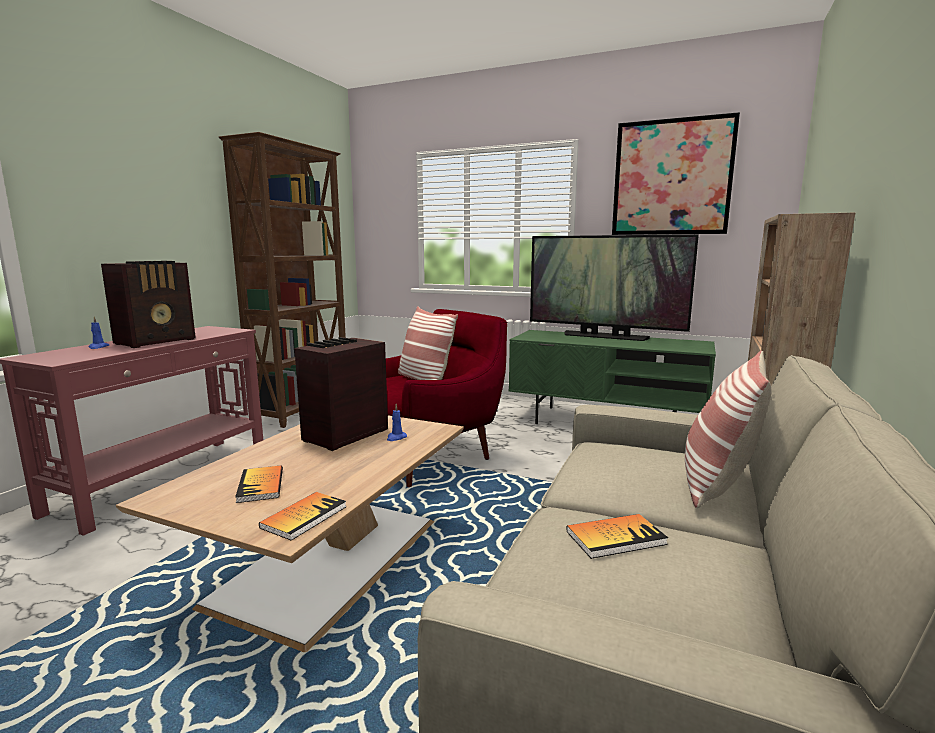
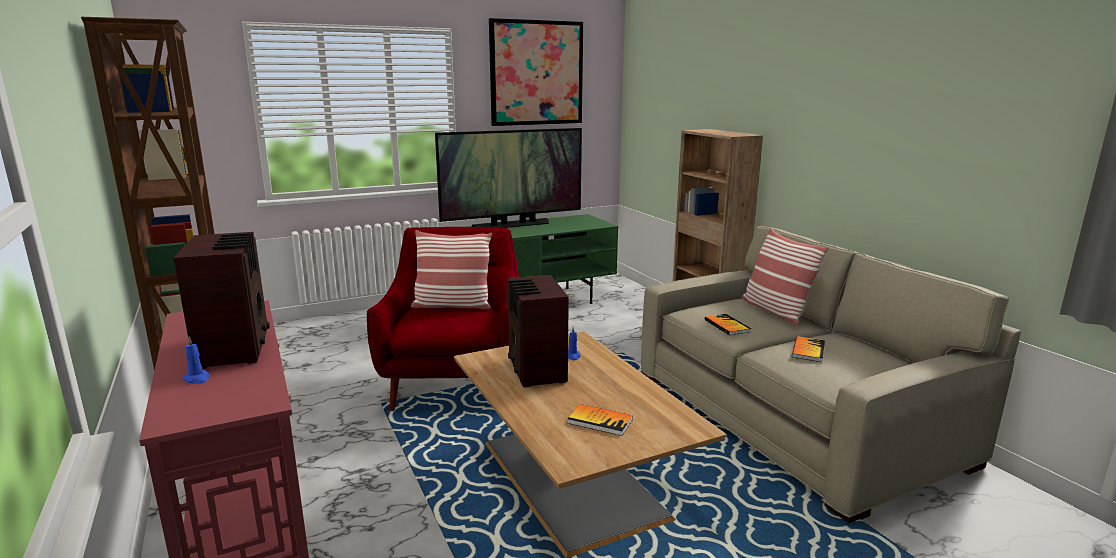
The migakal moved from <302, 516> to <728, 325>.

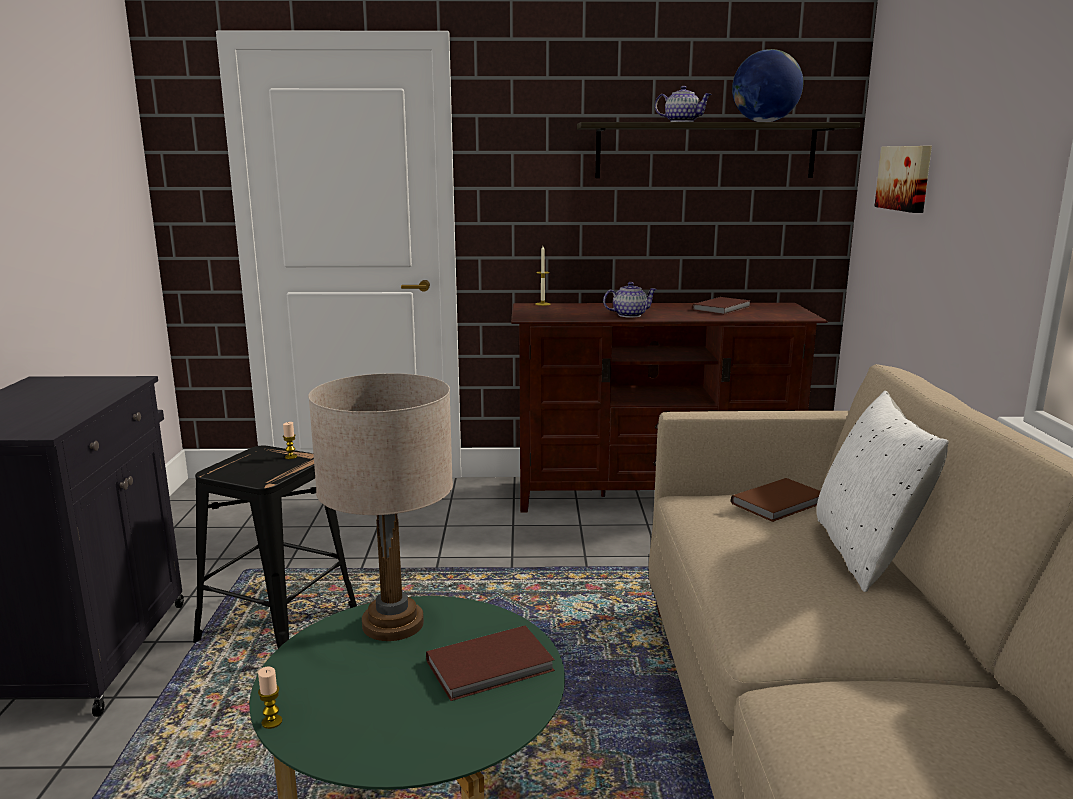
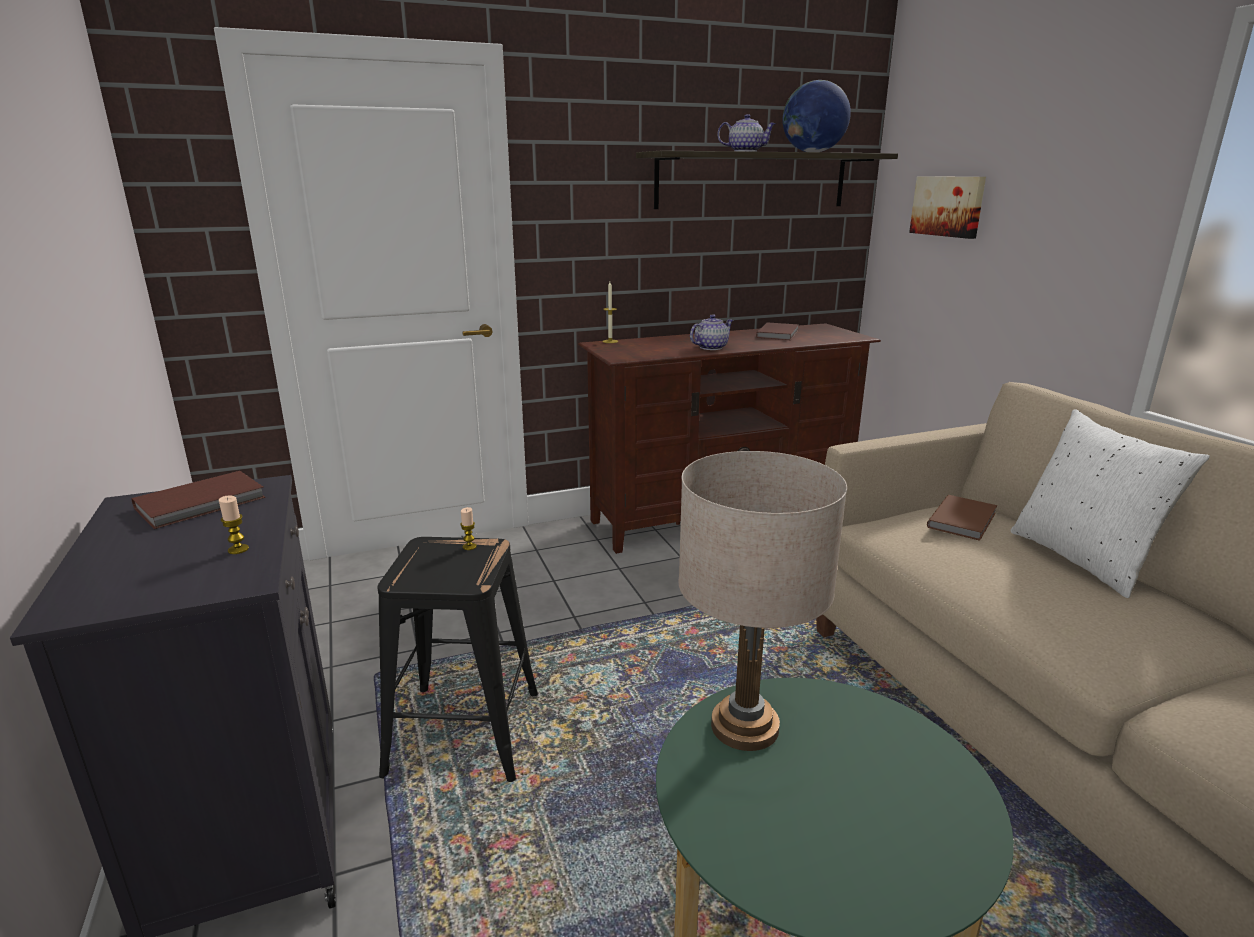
The brown_migakal moved from <490, 663> to <198, 500>.
The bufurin moved from <270, 698> to <234, 524>.

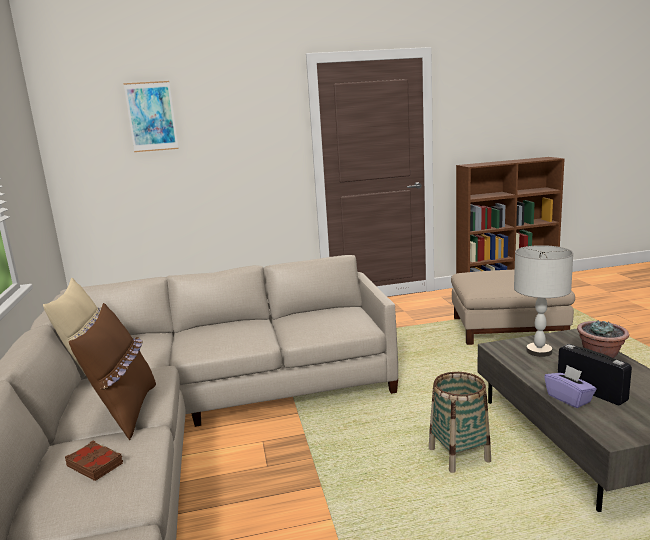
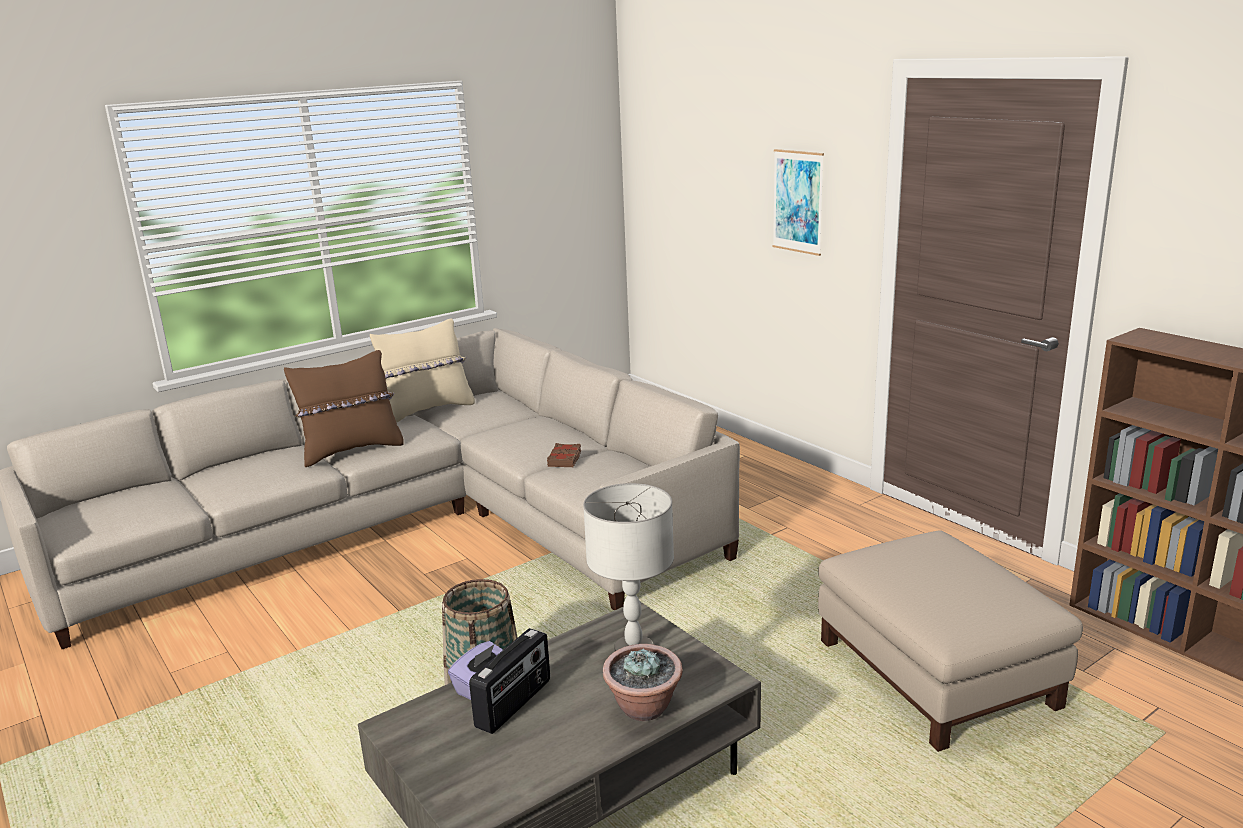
The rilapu moved from <150, 116> to <798, 202>.
The brown_migakal moved from <94, 461> to <564, 455>.

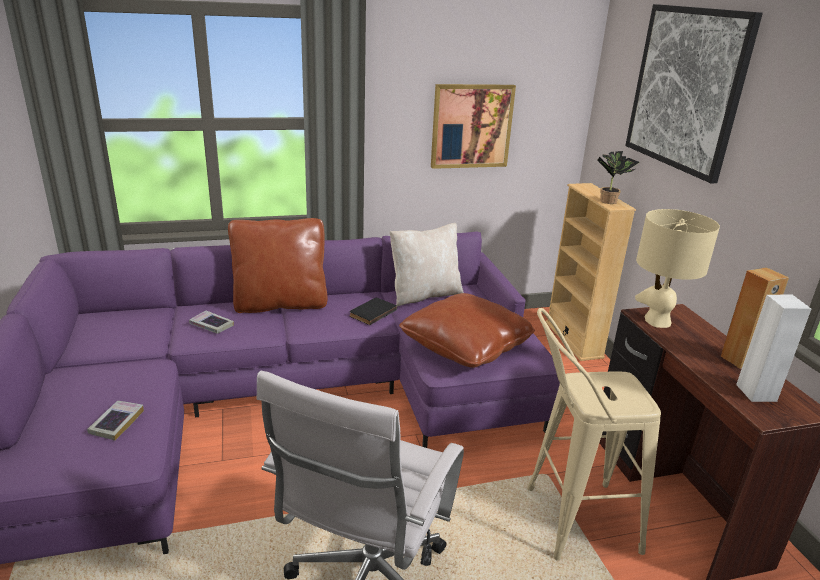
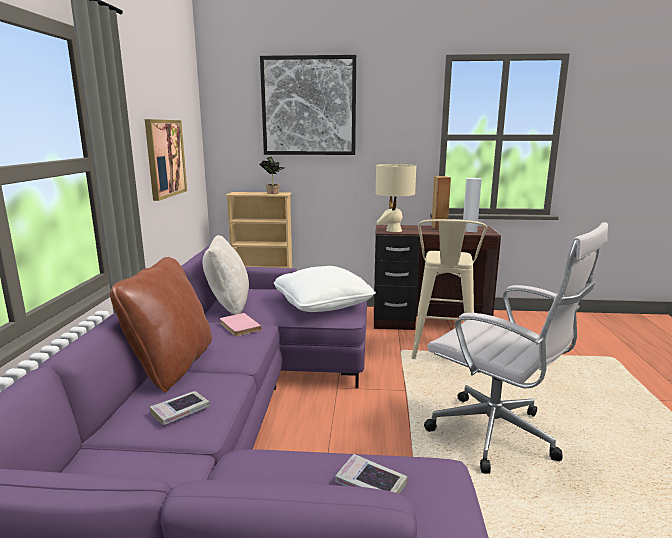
The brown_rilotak at <467, 330> became the white_rilotak at <325, 289>.
The black_migakal at <373, 311> became the pink_migakal at <241, 324>.

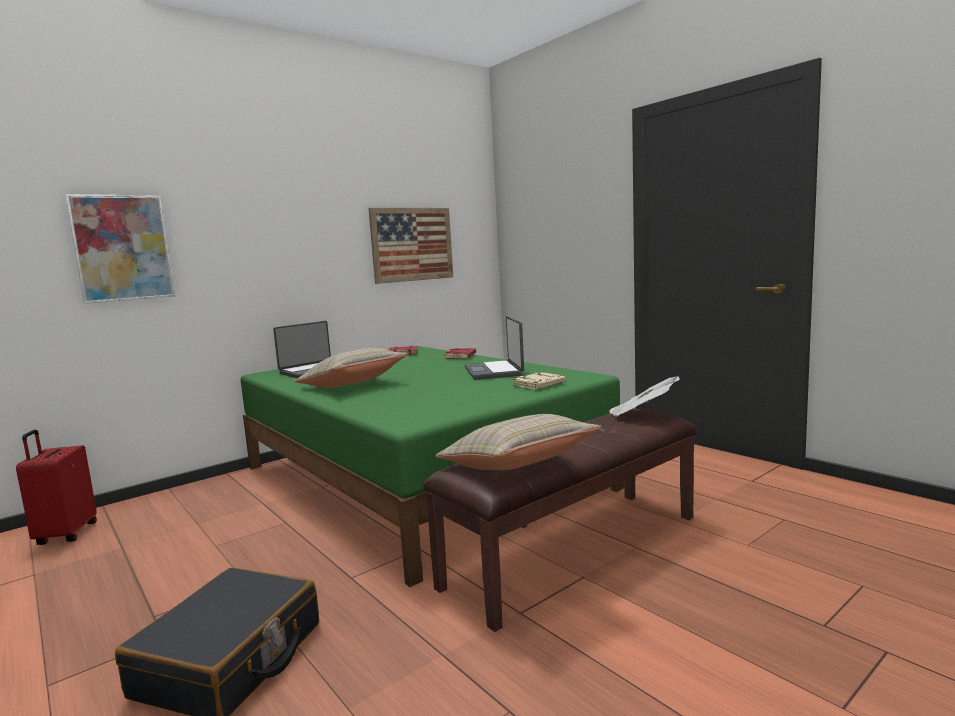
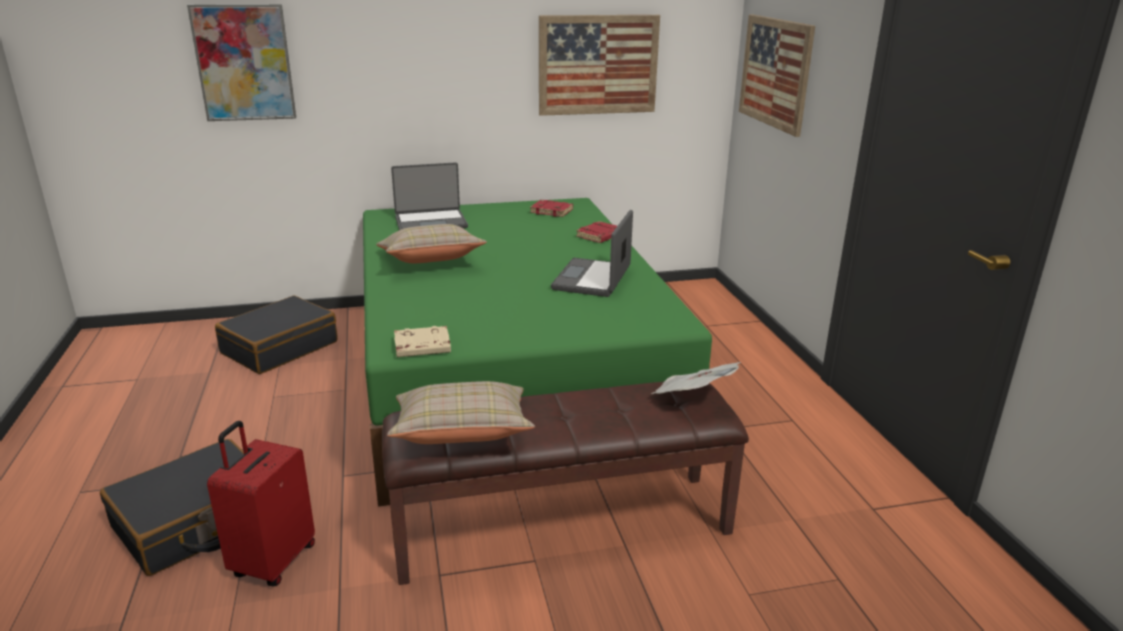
The beige_migakal moved from <539, 381> to <422, 341>.
The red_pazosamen moved from <56, 487> to <261, 503>.
The rilapu at <777, 75> appeared.
The black_pazosamen at <276, 335> appeared.

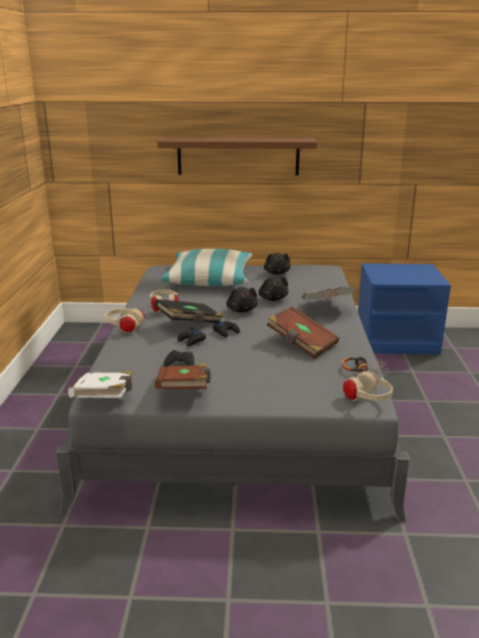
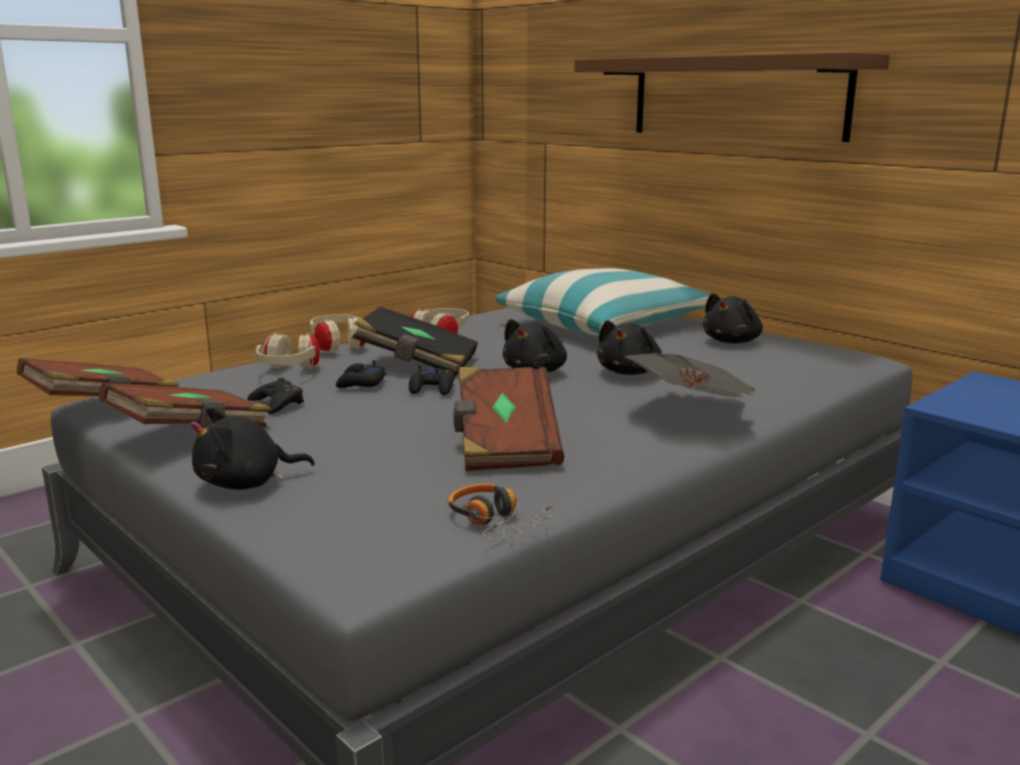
The white_migakal at <100, 384> became the brown_migakal at <98, 377>.
The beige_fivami moved from <368, 386> to <288, 351>.
The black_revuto at <253, 448> appeared.

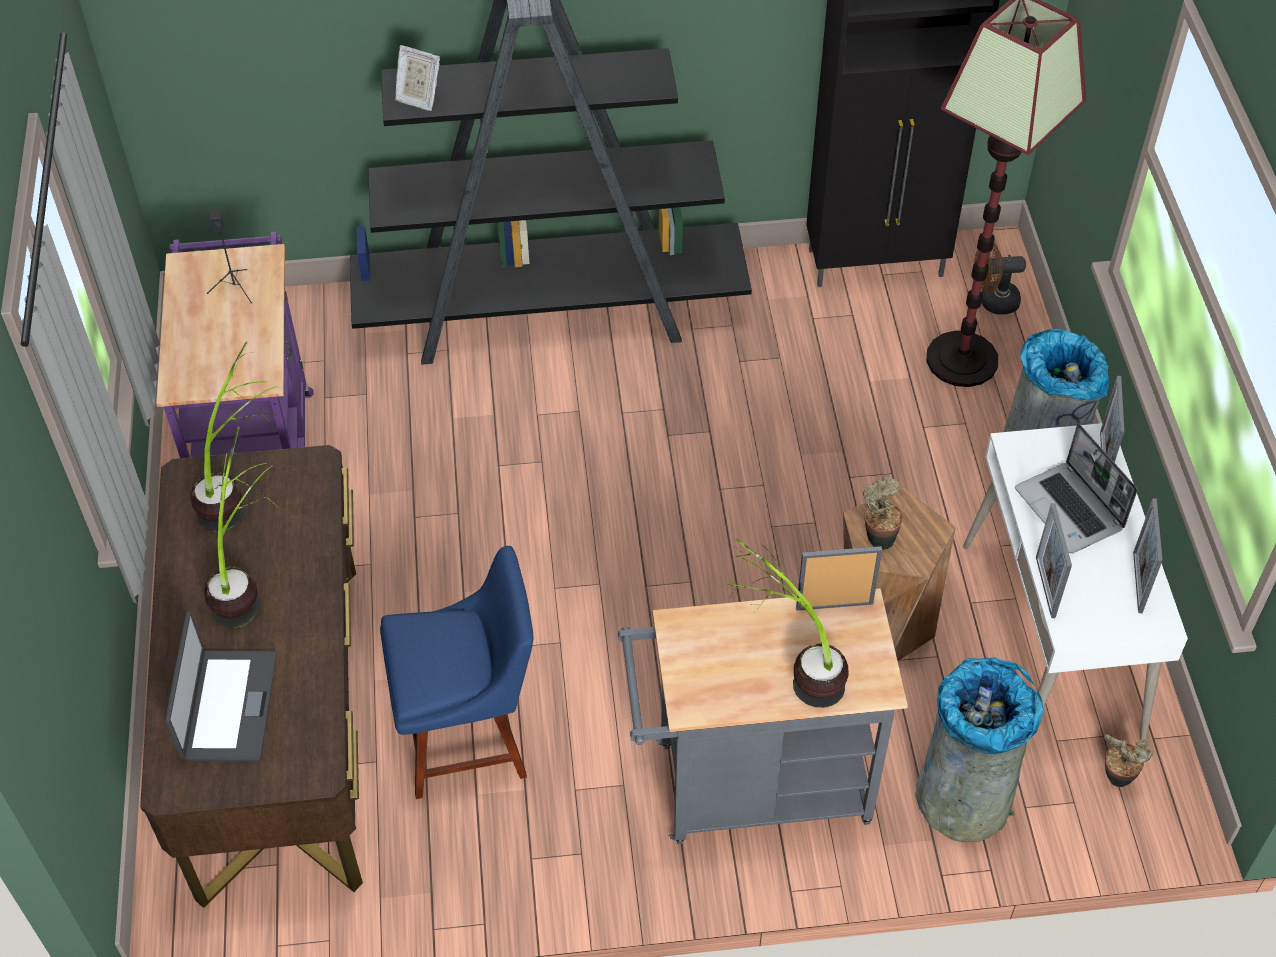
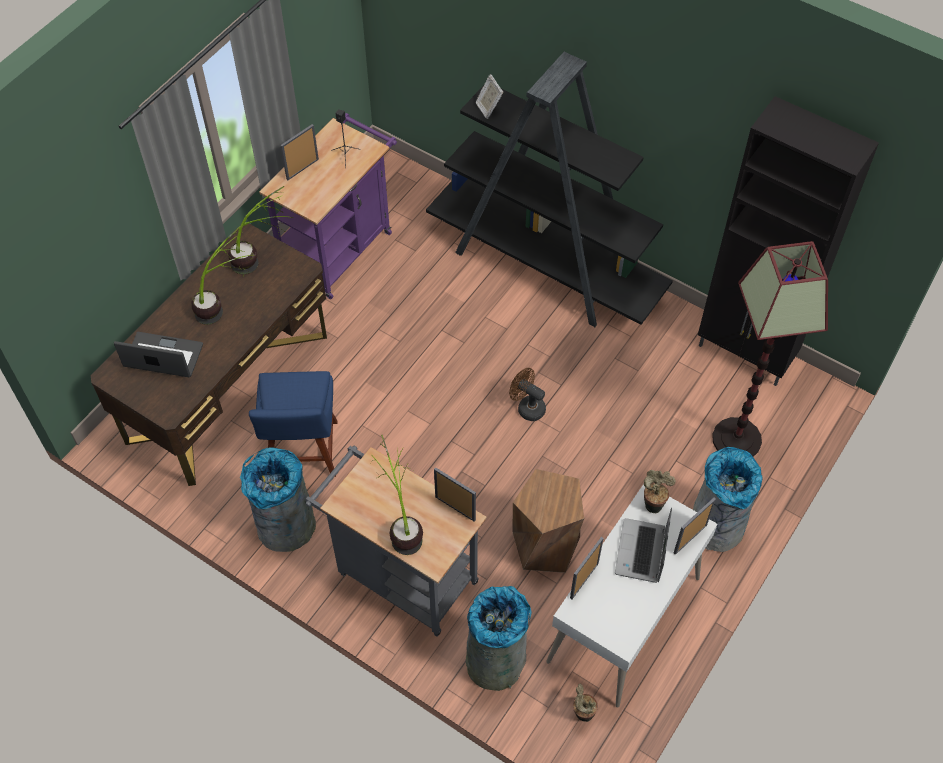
The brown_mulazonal moved from <1000, 279> to <527, 394>.
The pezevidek moved from <883, 512> to <660, 491>.
The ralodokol moved from <1148, 555> to <299, 152>.
The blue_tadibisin at <456, 672> turned 60 degrees clockwise.
The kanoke at <221, 686> turned 120 degrees counterclockwise.
The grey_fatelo at <278, 499> appeared.

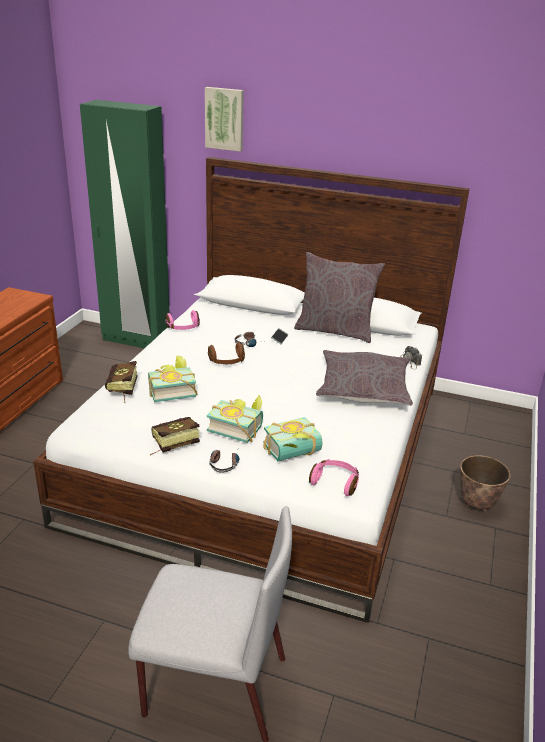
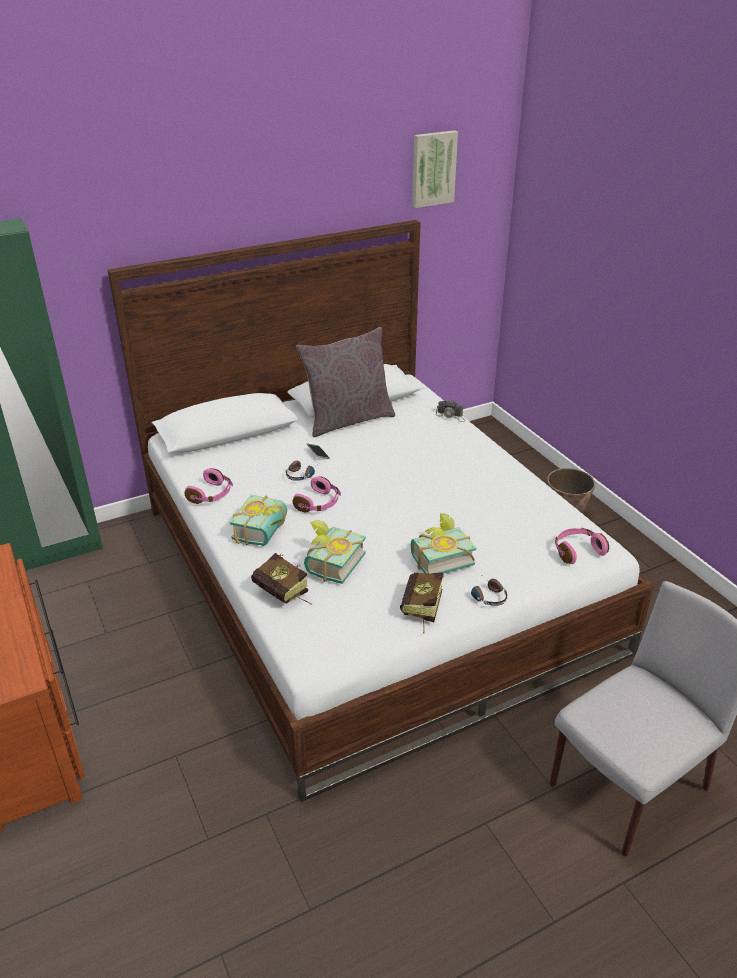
The rilapu moved from <224, 119> to <435, 169>.
The brown_fivami at <226, 353> became the pink_fivami at <317, 494>.
The grey_rilotak at <364, 378> disappeared.
The migakal moved from <292, 439> to <258, 520>.

